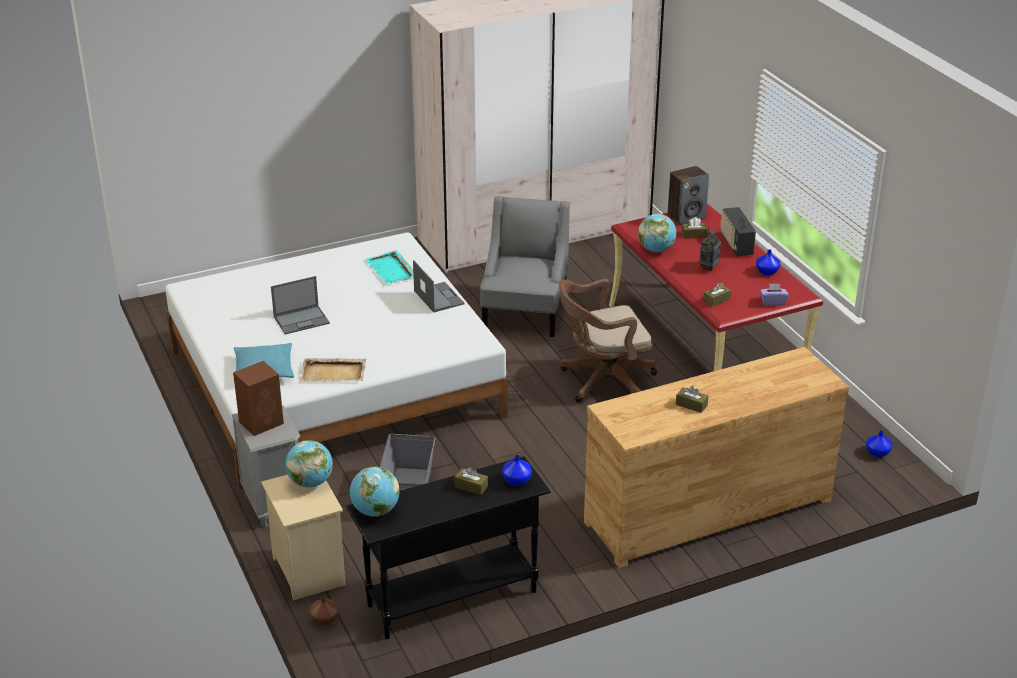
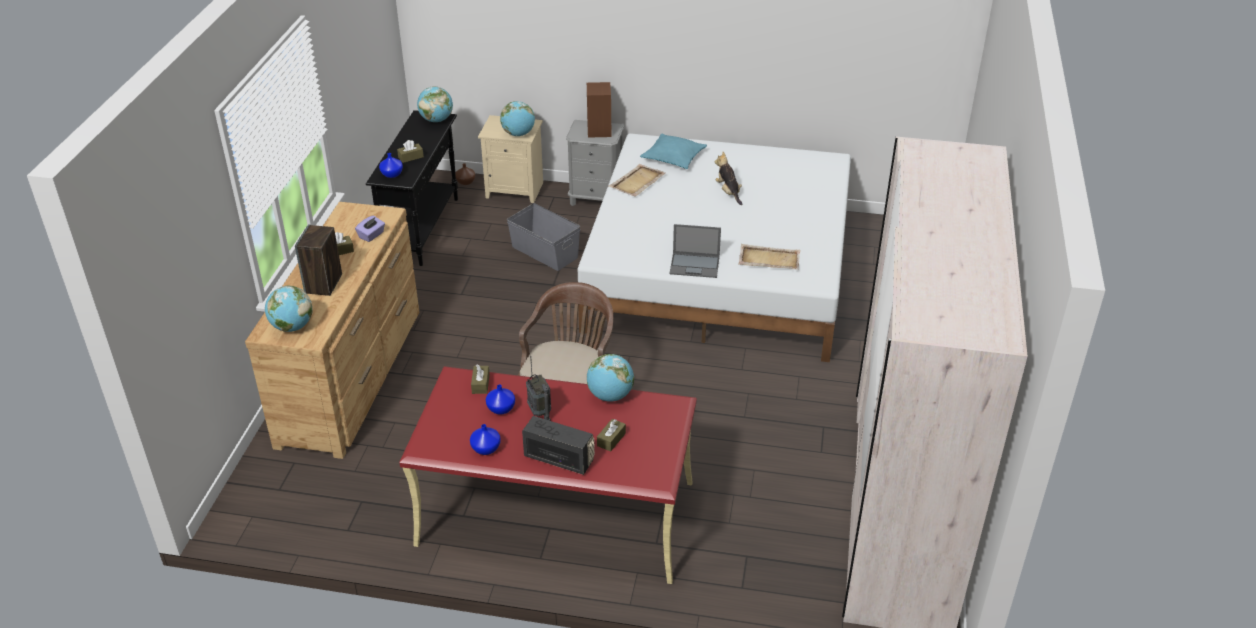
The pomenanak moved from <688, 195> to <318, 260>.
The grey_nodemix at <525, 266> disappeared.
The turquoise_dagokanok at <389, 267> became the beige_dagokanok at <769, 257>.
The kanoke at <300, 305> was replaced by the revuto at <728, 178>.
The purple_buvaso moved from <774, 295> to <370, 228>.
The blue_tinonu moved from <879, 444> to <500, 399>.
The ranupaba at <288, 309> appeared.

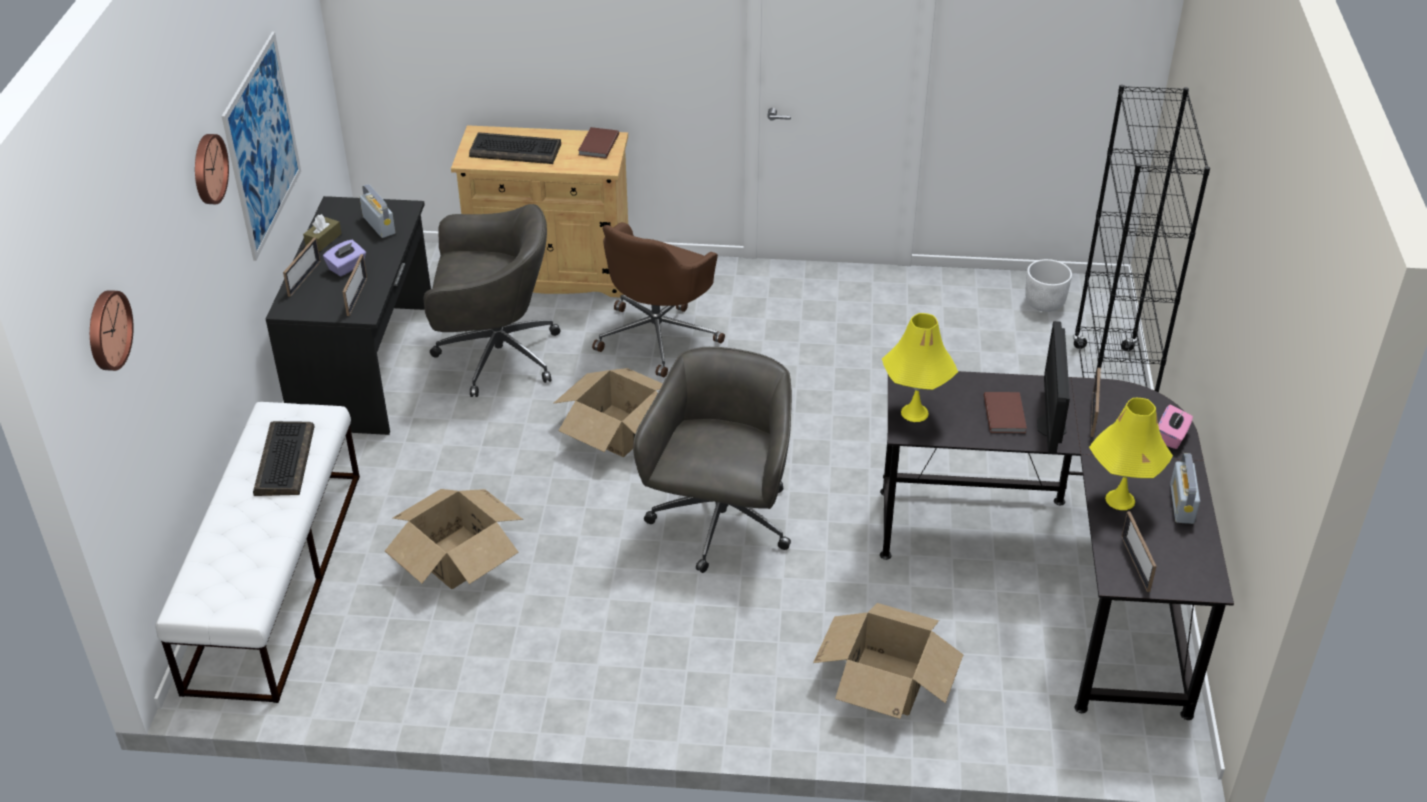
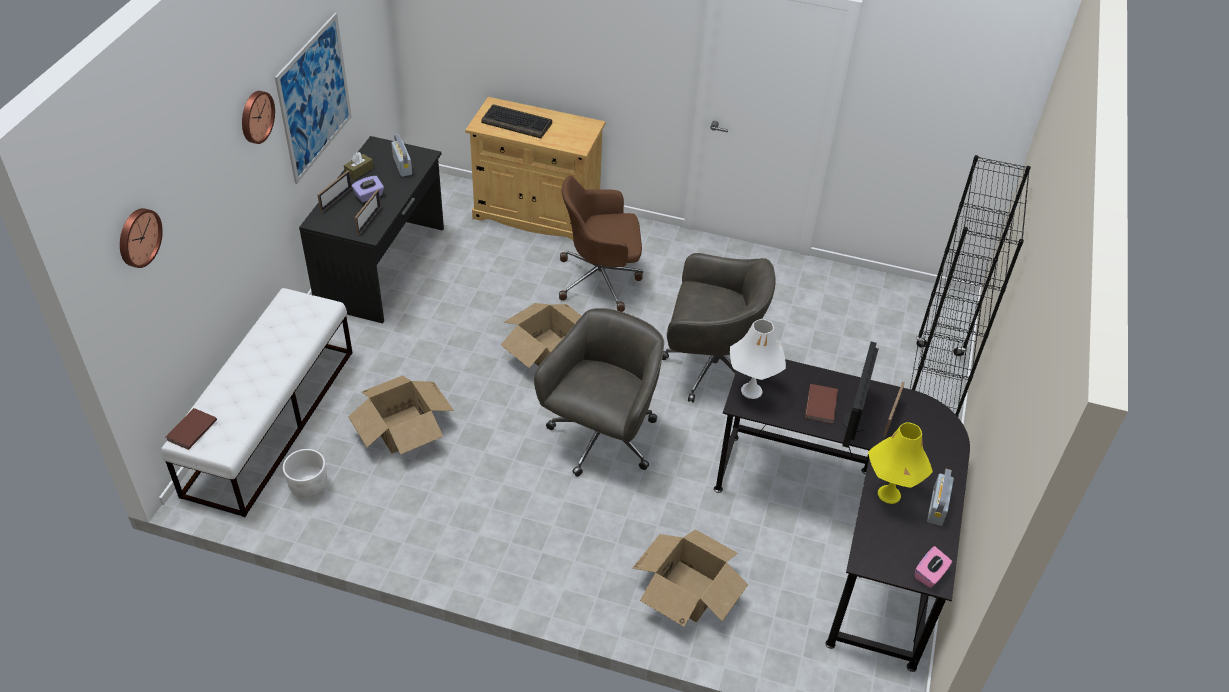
The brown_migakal moved from <598, 143> to <191, 429>.
The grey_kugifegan moved from <492, 300> to <719, 328>.
The brown_kugifegan at <658, 299> turned 45 degrees clockwise.
The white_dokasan moved from <1048, 285> to <305, 474>.
The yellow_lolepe at <920, 367> became the white_lolepe at <758, 359>.
The pink_buvaso moved from <1175, 426> to <933, 567>.
The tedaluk at <284, 458> disappeared.
The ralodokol at <1139, 551> disappeared.

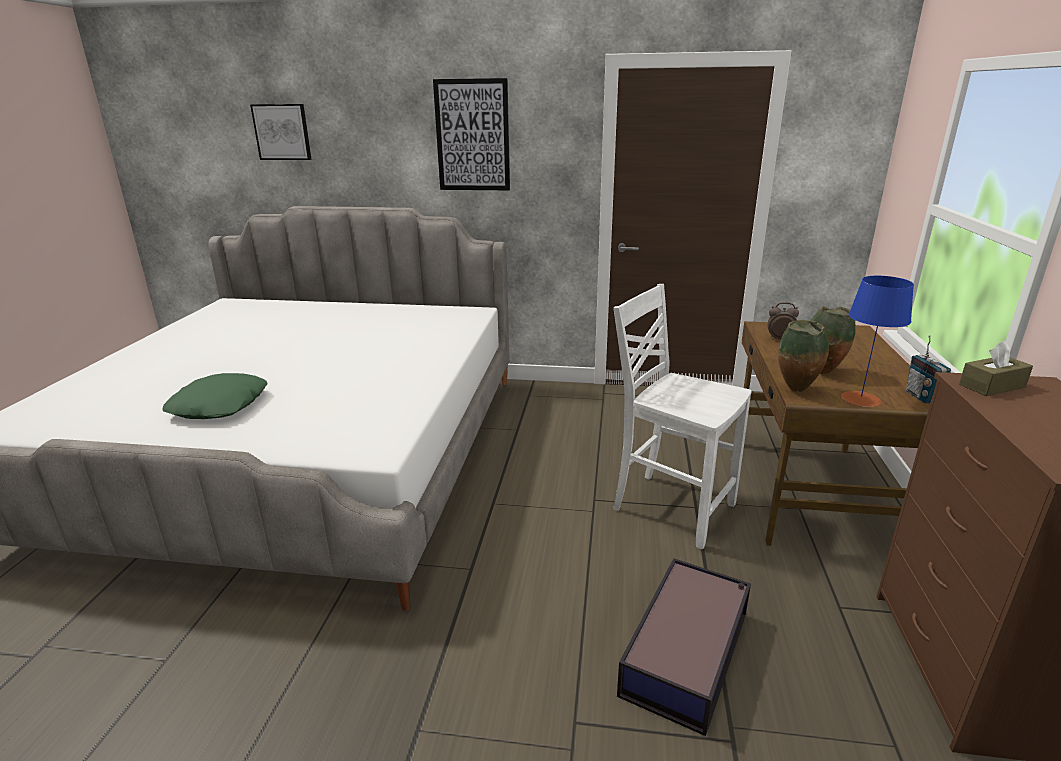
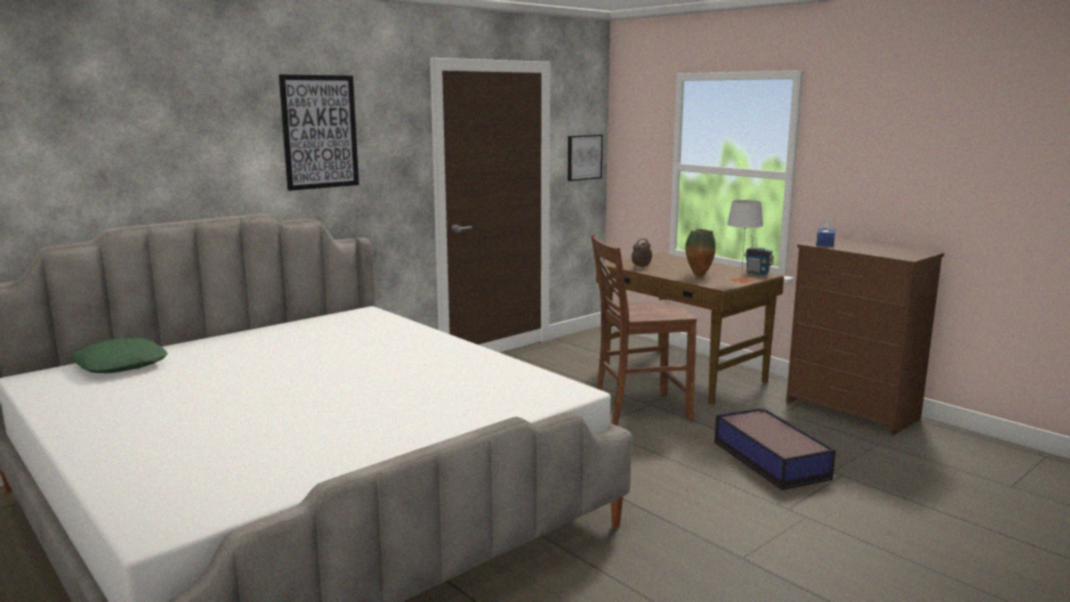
The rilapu moved from <281, 132> to <585, 158>.
The blue_lolepe at <877, 341> became the grey_lolepe at <745, 241>.
The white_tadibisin at <682, 417> became the brown_tadibisin at <644, 329>.
The tinonu at <803, 356> disappeared.
The brown_buvaso at <996, 368> became the blue_buvaso at <825, 232>.
The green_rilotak moved from <215, 396> to <119, 355>.

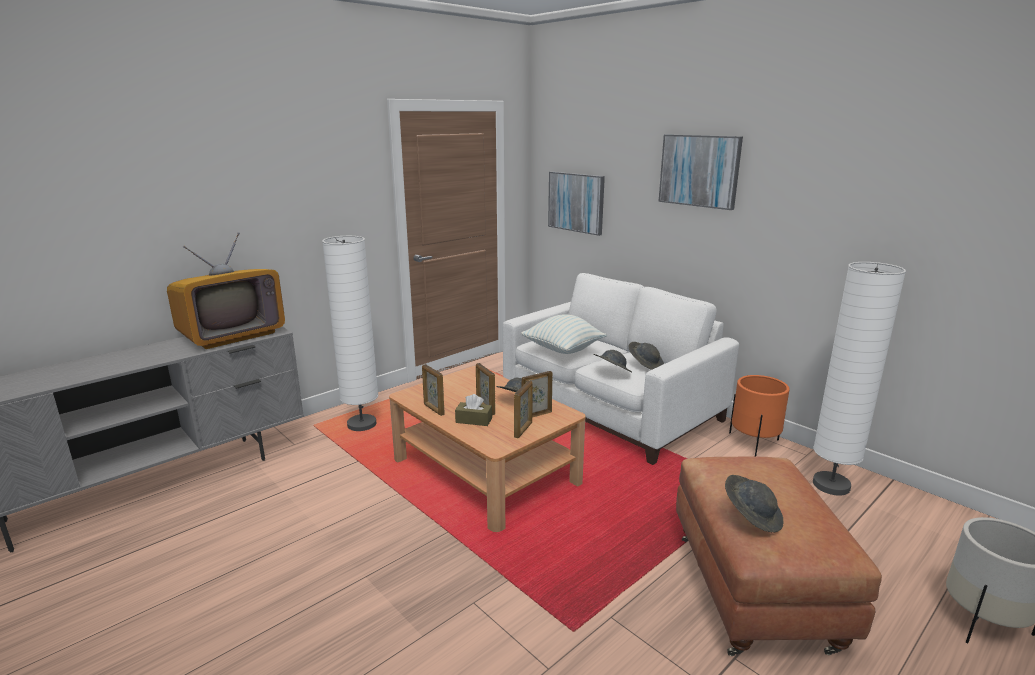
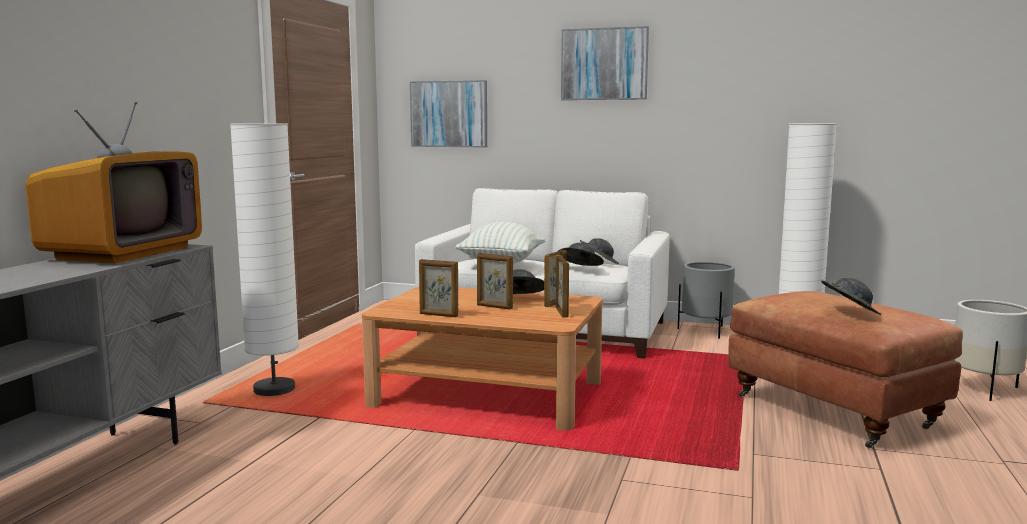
The orange_dokasan at <759, 416> became the grey_dokasan at <706, 300>.
The brown_buvaso at <473, 410> disappeared.

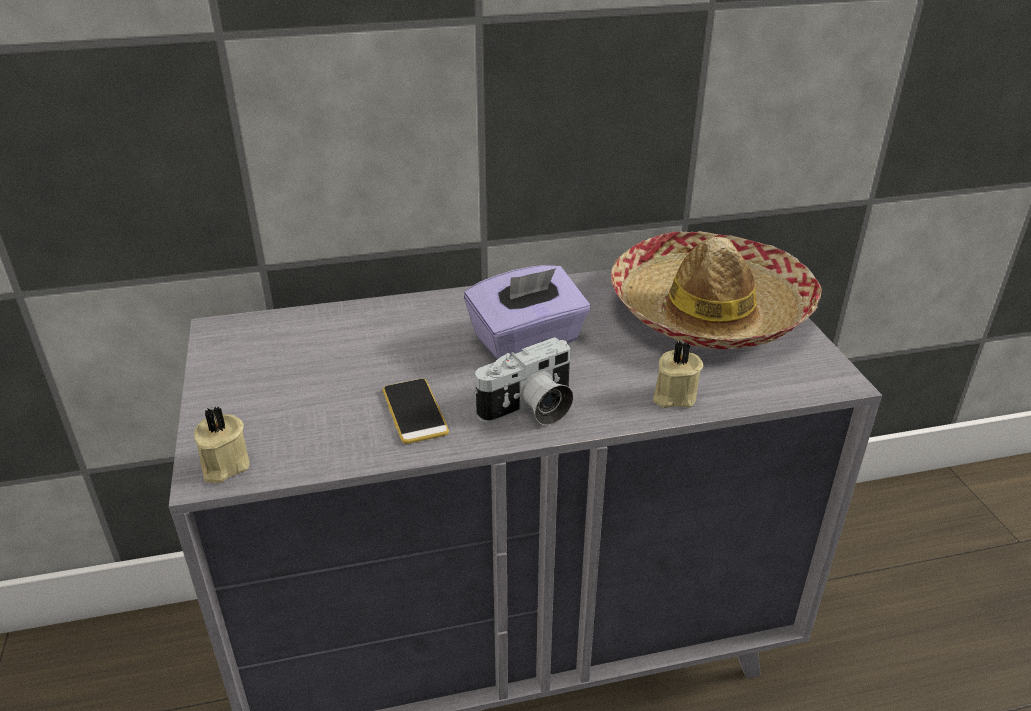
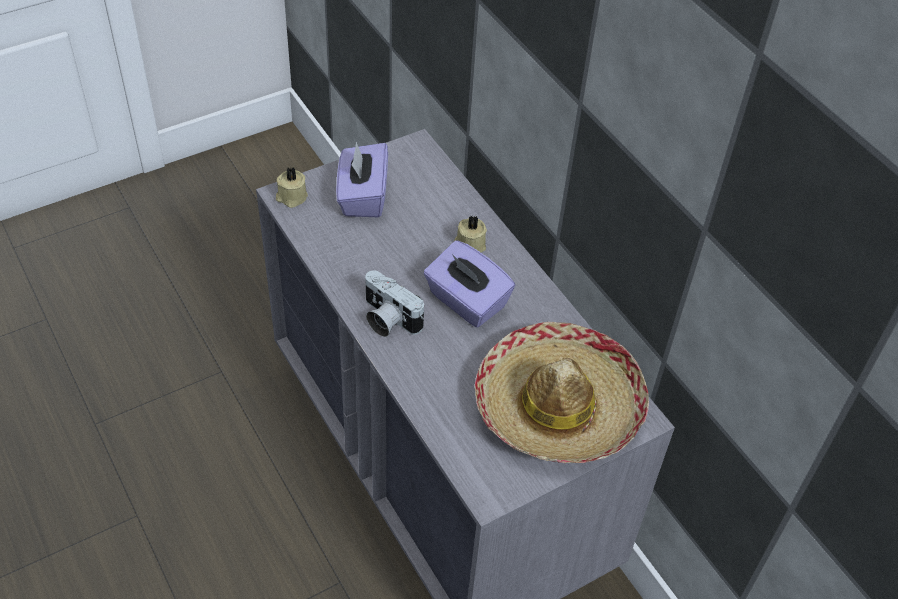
The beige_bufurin moved from <678, 374> to <470, 234>.
The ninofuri at <416, 411> disappeared.
The purple_buvaso at <362, 179> appeared.

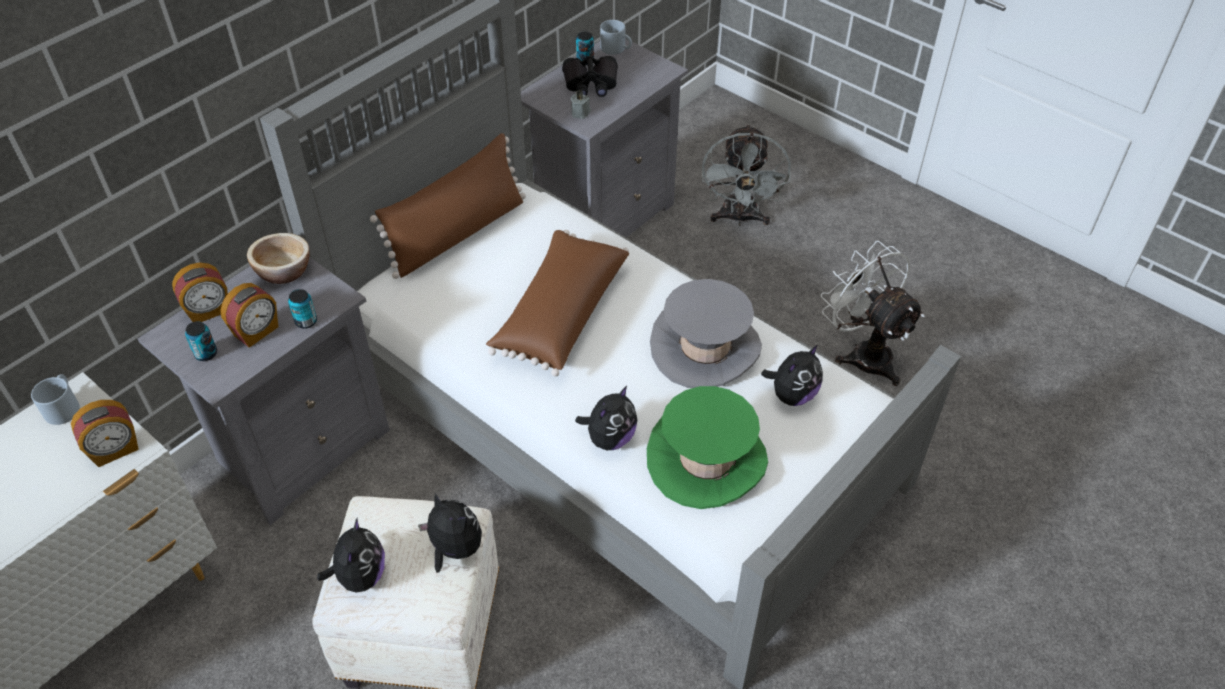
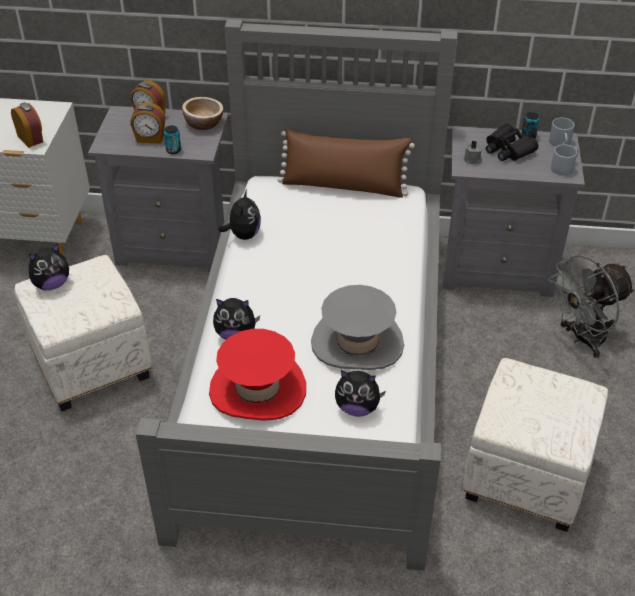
The brown_rilotak at <557, 303> disappeared.
The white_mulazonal at <873, 313> was replaced by the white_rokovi at <535, 445>.
The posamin at <201, 341> disappeared.
The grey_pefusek moved from <55, 399> to <564, 159>.
The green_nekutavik at <707, 447> became the red_nekutavik at <257, 375>.
The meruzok at <105, 433> turned 150 degrees counterclockwise.
The revuto moved from <450, 533> to <240, 214>.

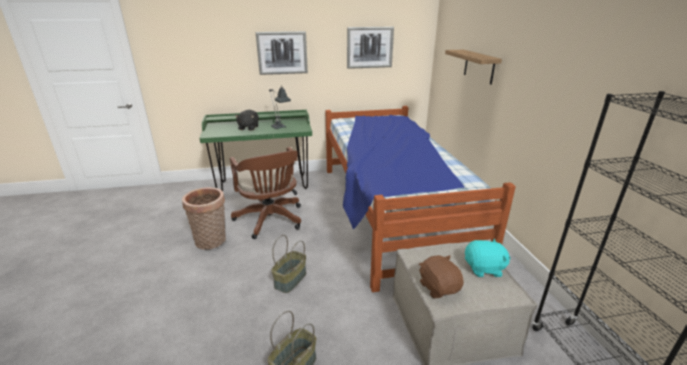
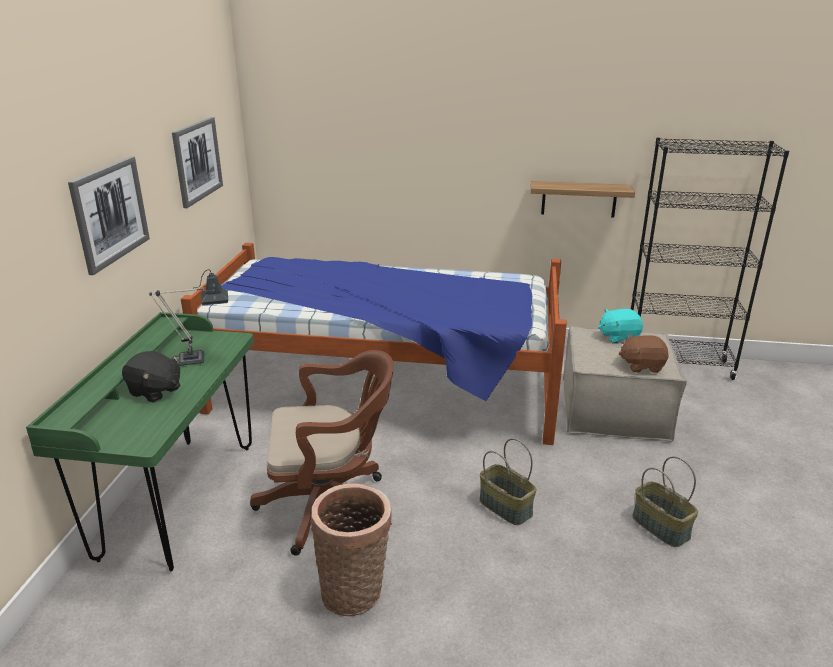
The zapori moved from <473, 67> to <582, 199>.
The turquoise_revuto at <488, 257> turned 120 degrees counterclockwise.

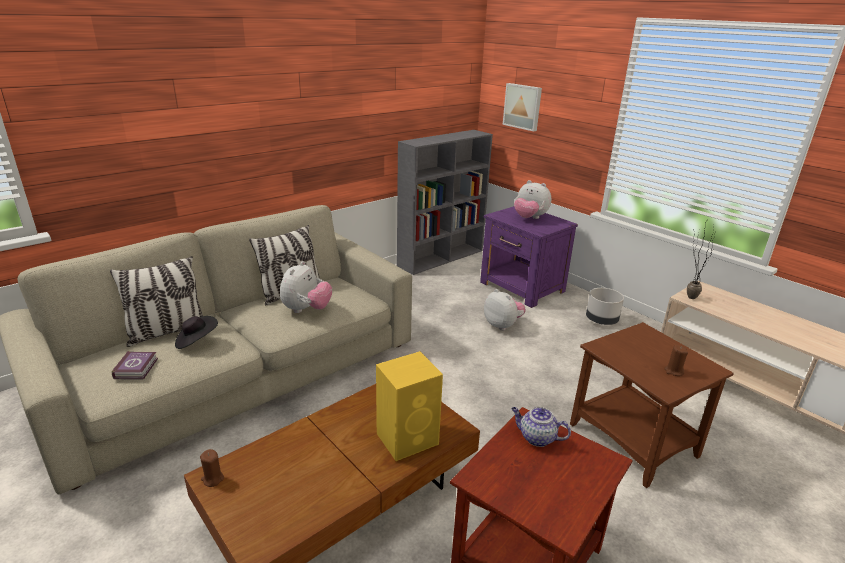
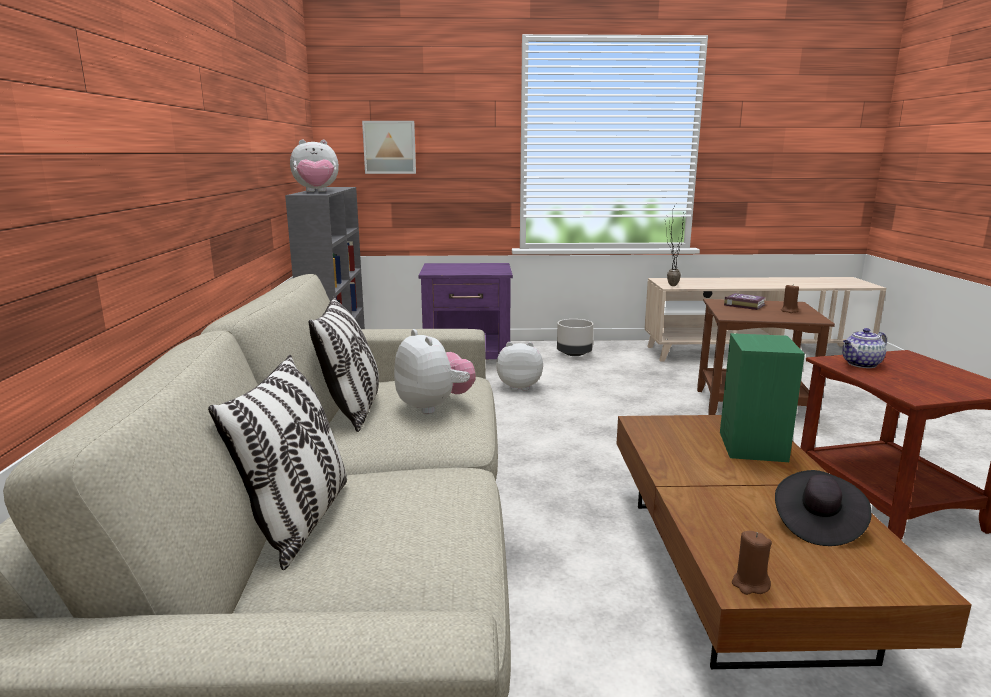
The revuto moved from <532, 199> to <314, 165>.
The black_nekutavik moved from <196, 332> to <823, 508>.
The migakal moved from <135, 365> to <745, 301>.
The yellow_pomenanak at <409, 406> became the green_pomenanak at <762, 397>.

